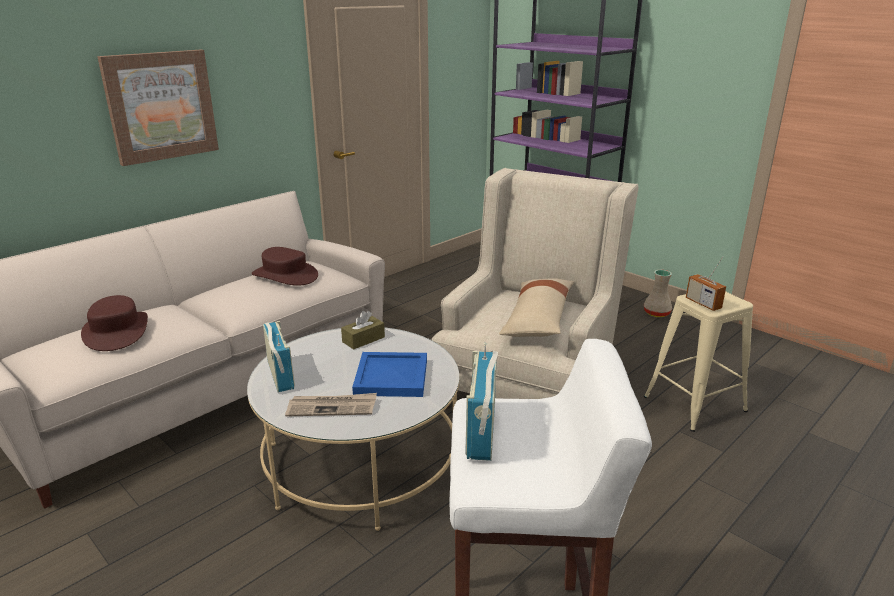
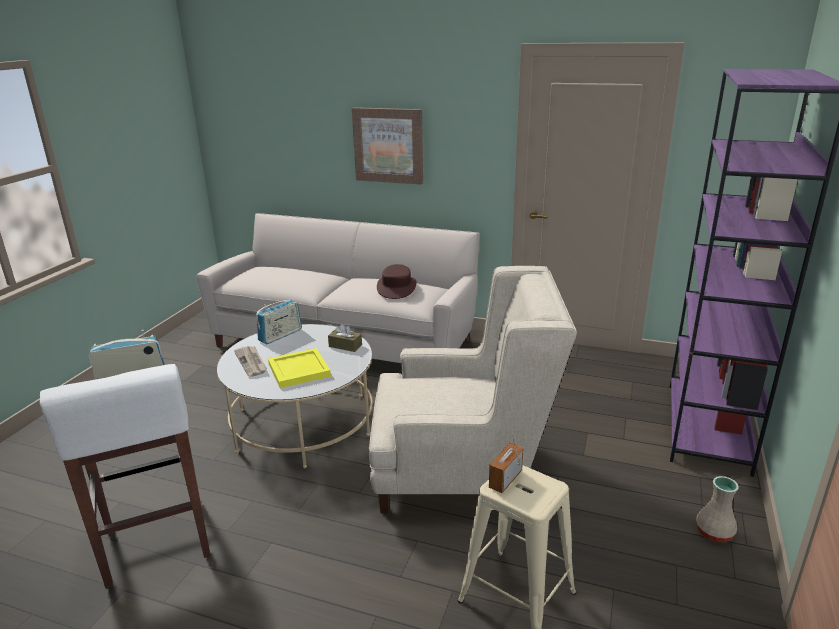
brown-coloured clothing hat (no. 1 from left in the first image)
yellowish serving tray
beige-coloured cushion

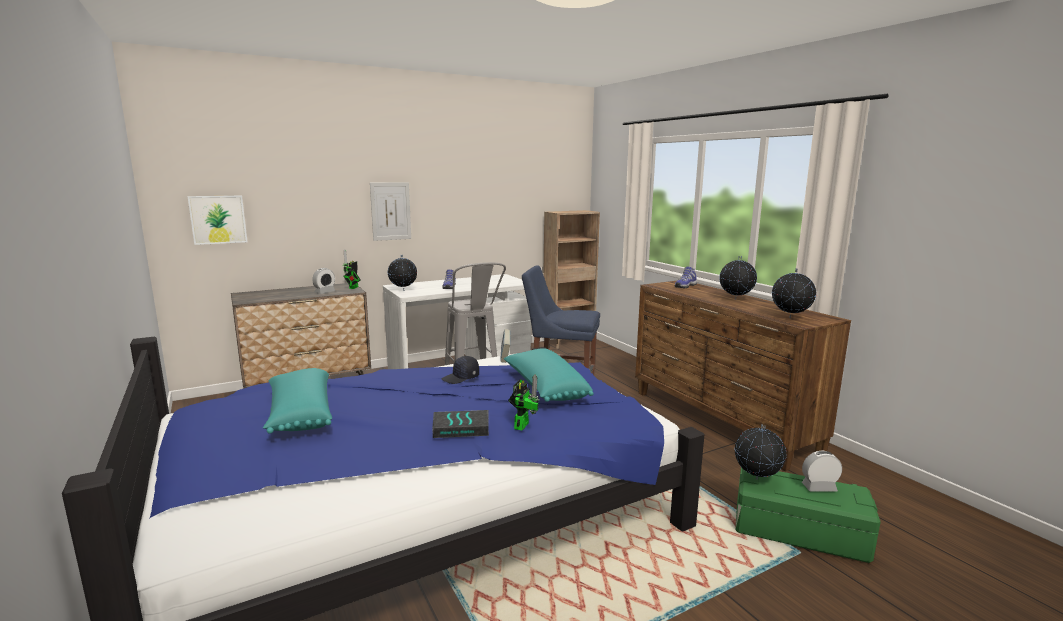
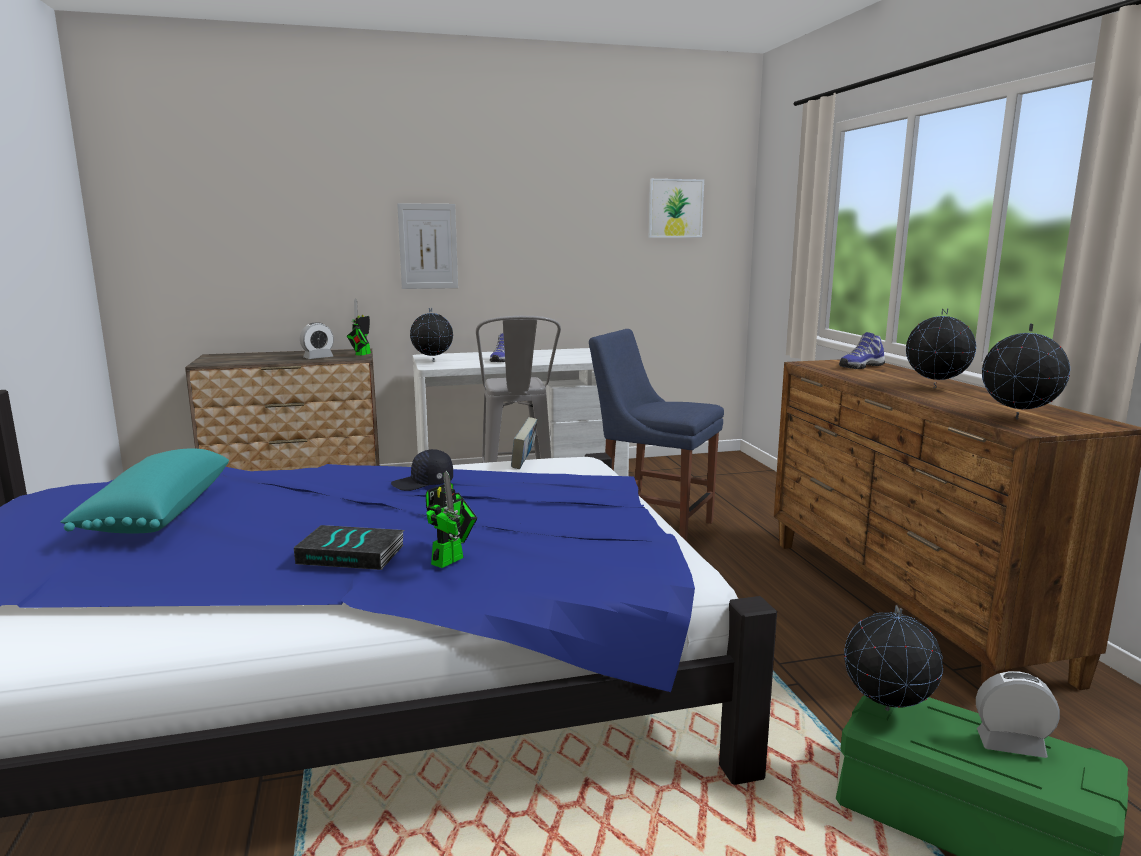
wall picture (no. 2 from left)
blue-green cushion (no. 2 from left in the first image)
brown-coloured bookcase

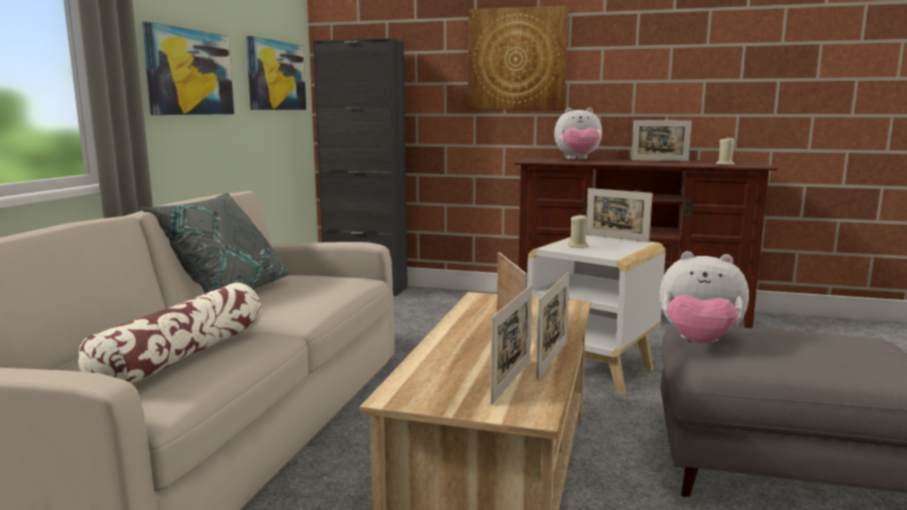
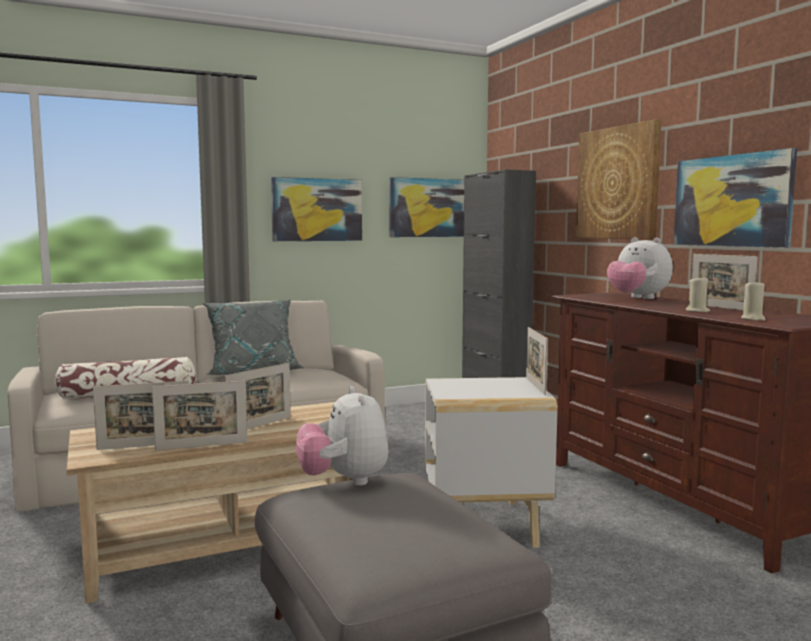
beige-coloured candle (no. 1 from left)
wall picture (no. 4 from left)

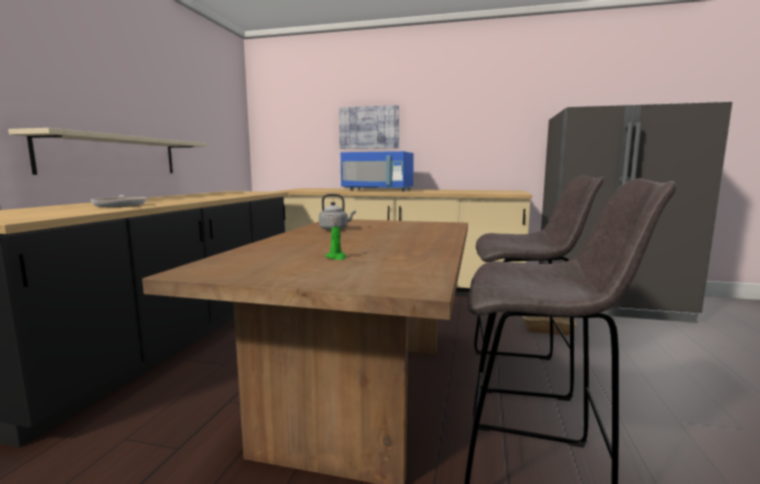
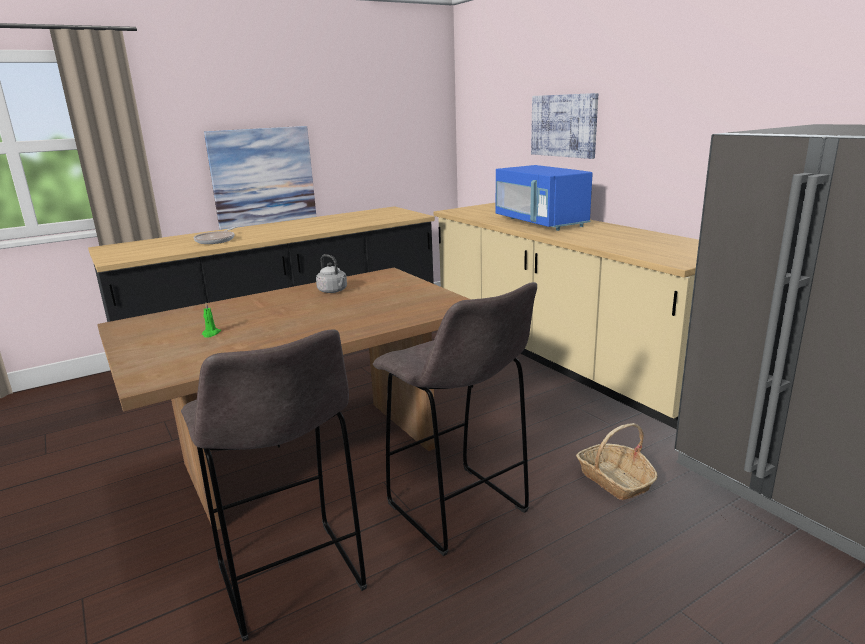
wall picture (no. 1 from left)

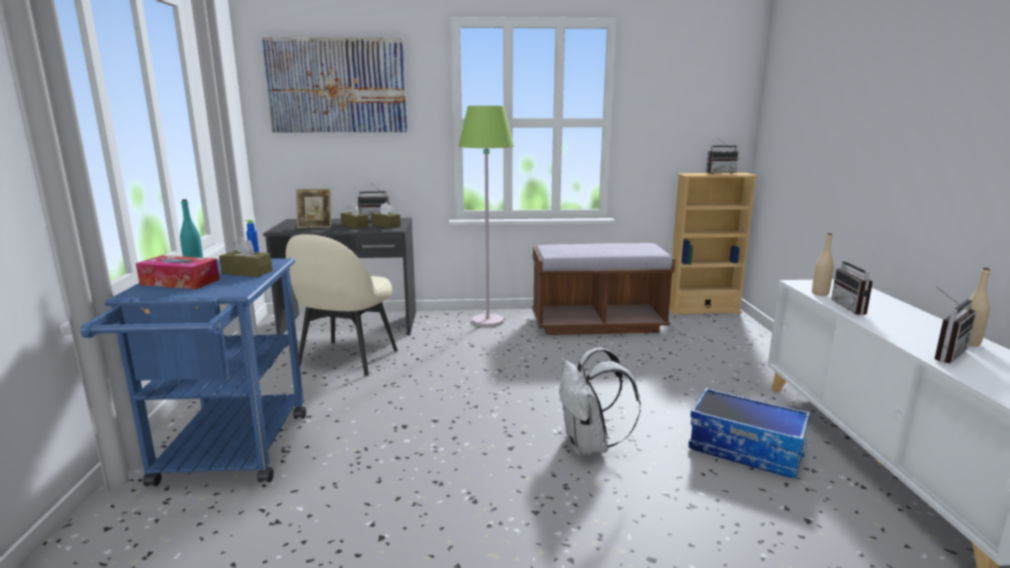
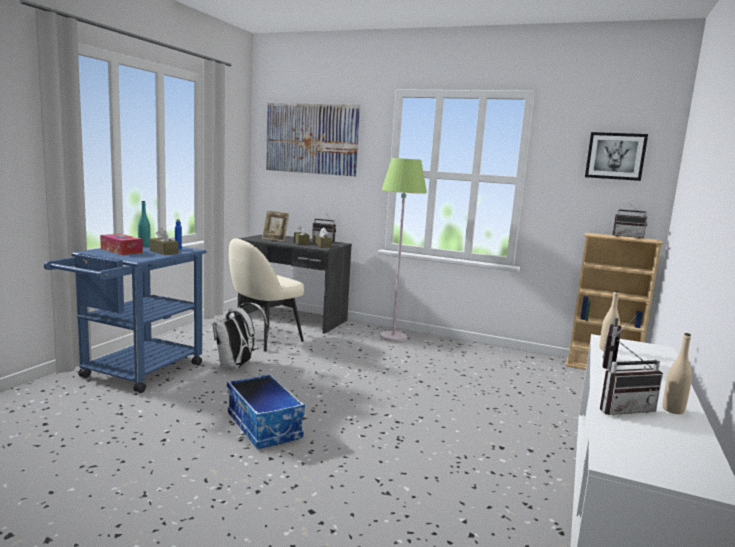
brown-coloured bench
white rucksack
storage container
wall picture (no. 2 from left)

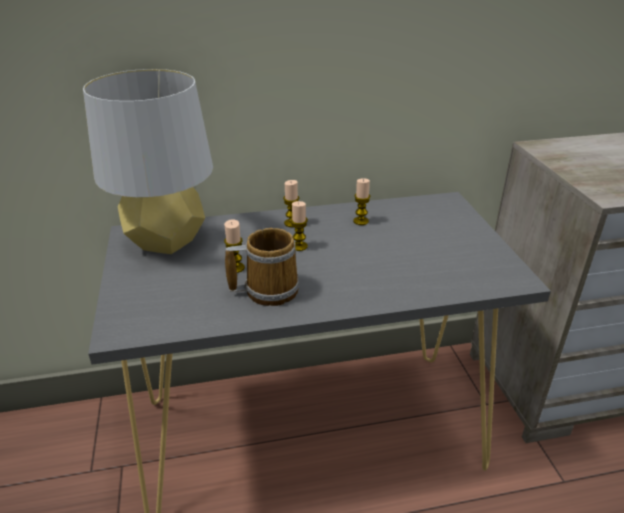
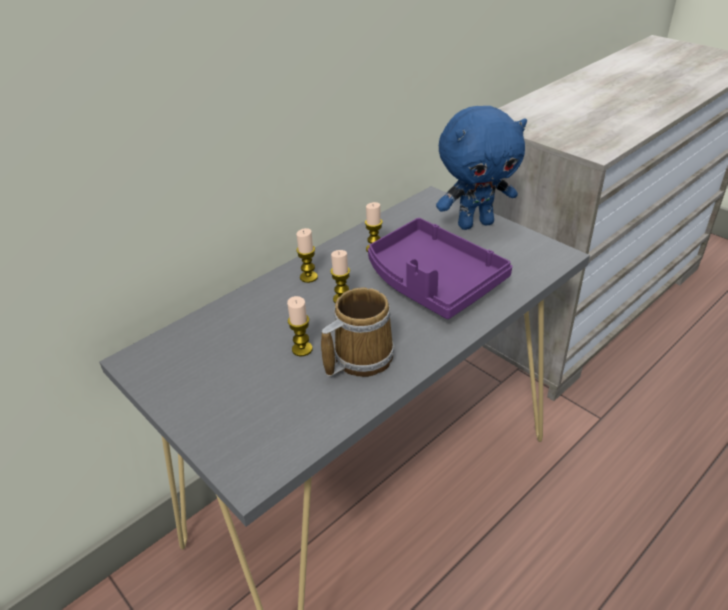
greyish table lamp
purple-coloured serving tray
blue-coloured cuddly toy

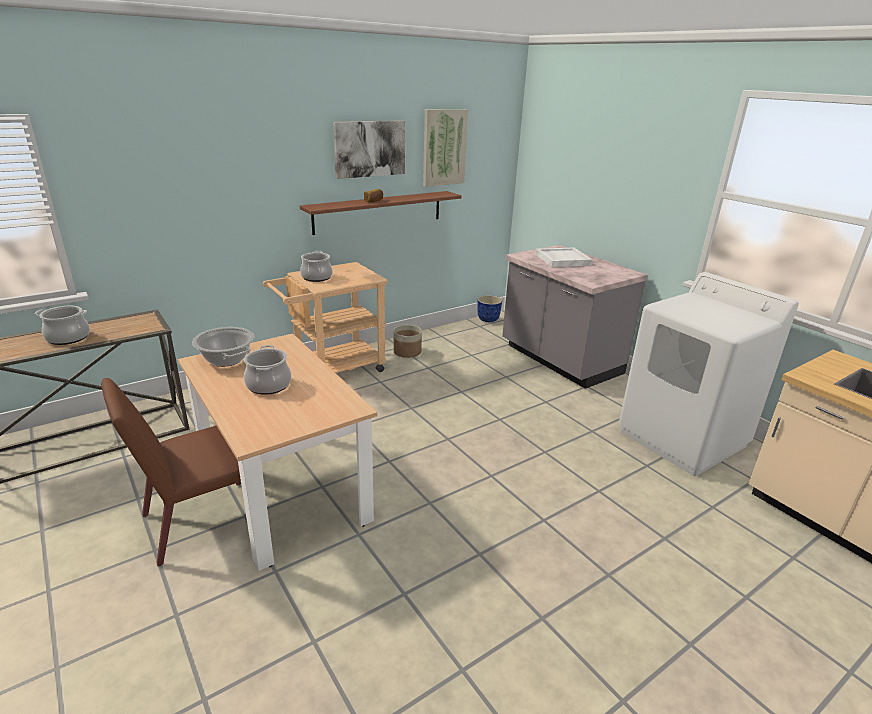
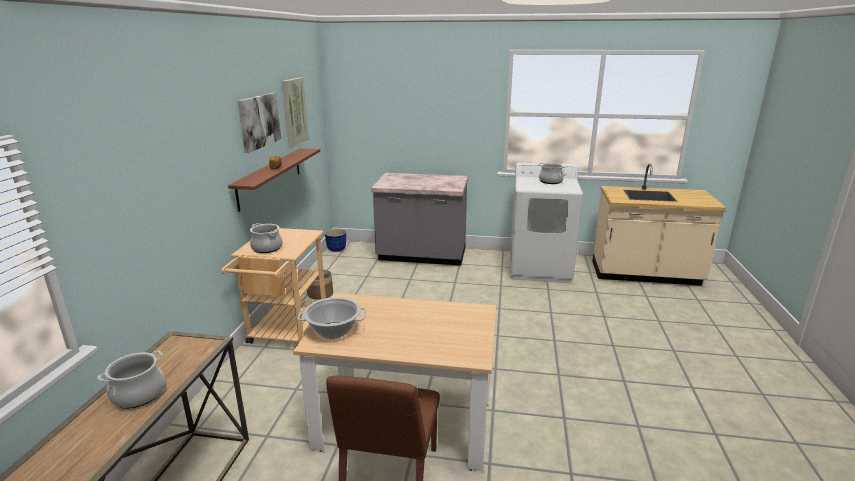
cooking pot (no. 4 from left)
white serving tray

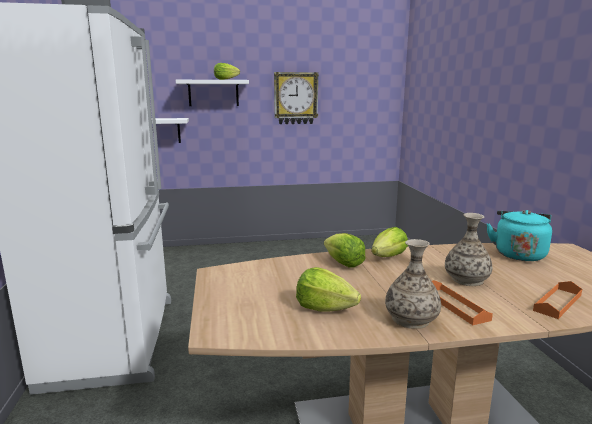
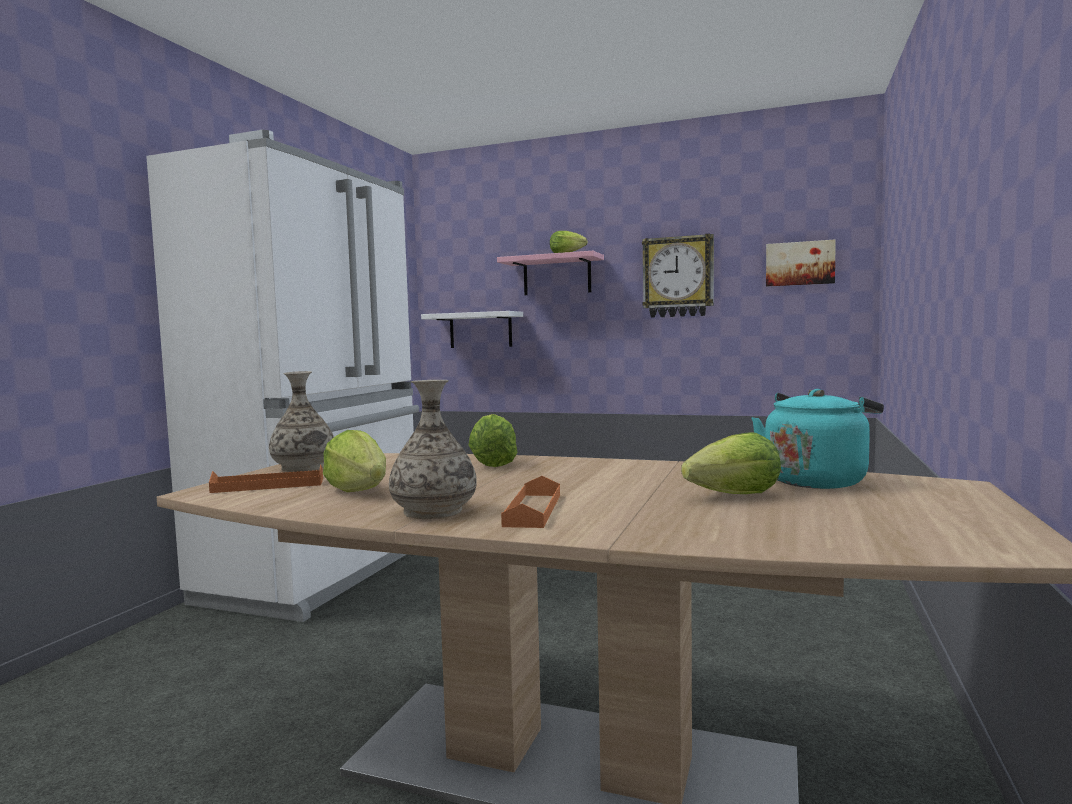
pinkish bracket shelf
lettuce head (no. 4 from left)
flower vase (no. 1 from left)
orange serving tray (no. 1 from left)
wall picture

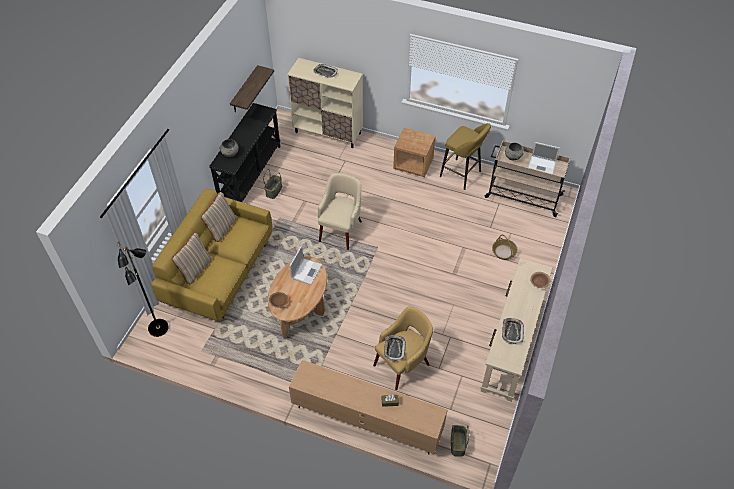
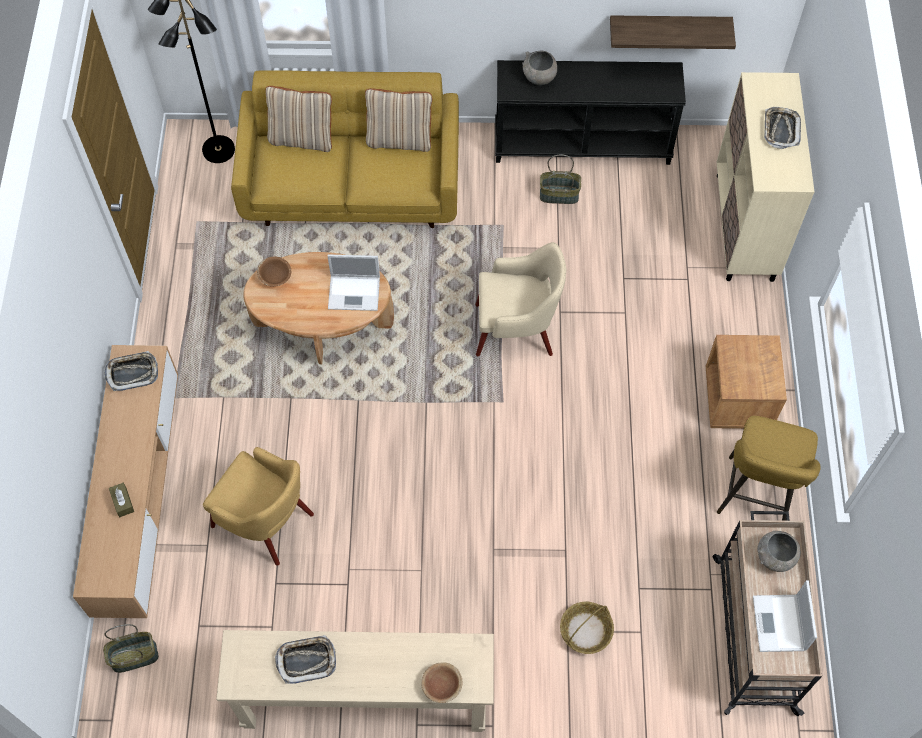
serving tray (no. 1 from left)

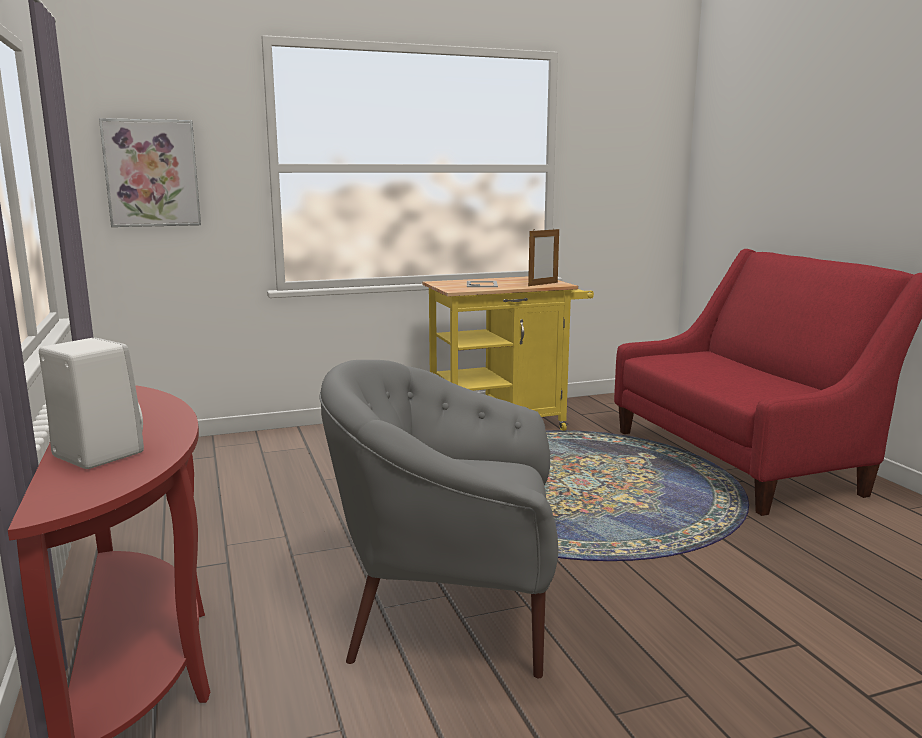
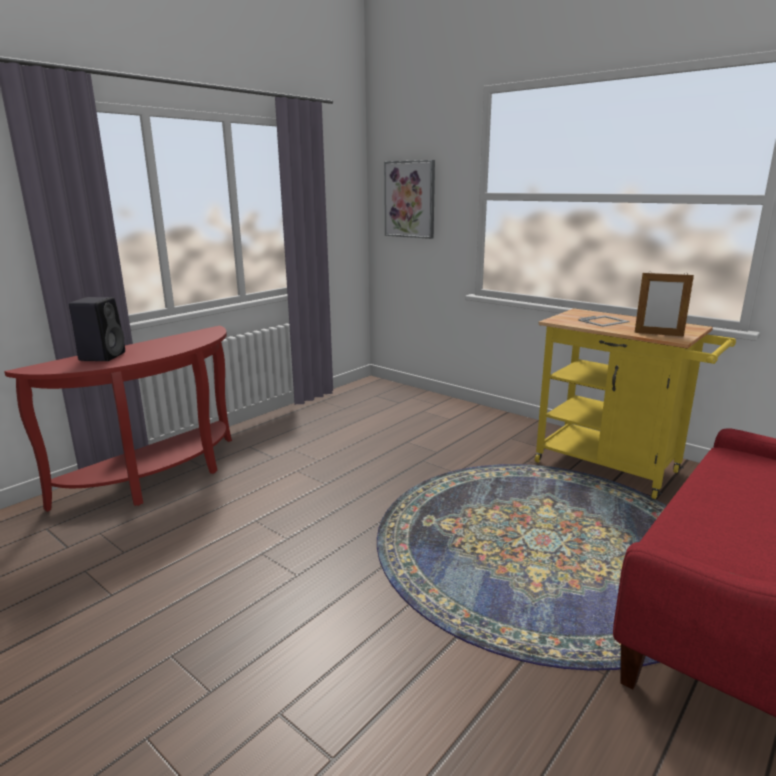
black-coloured loudspeaker
greyish armchair

